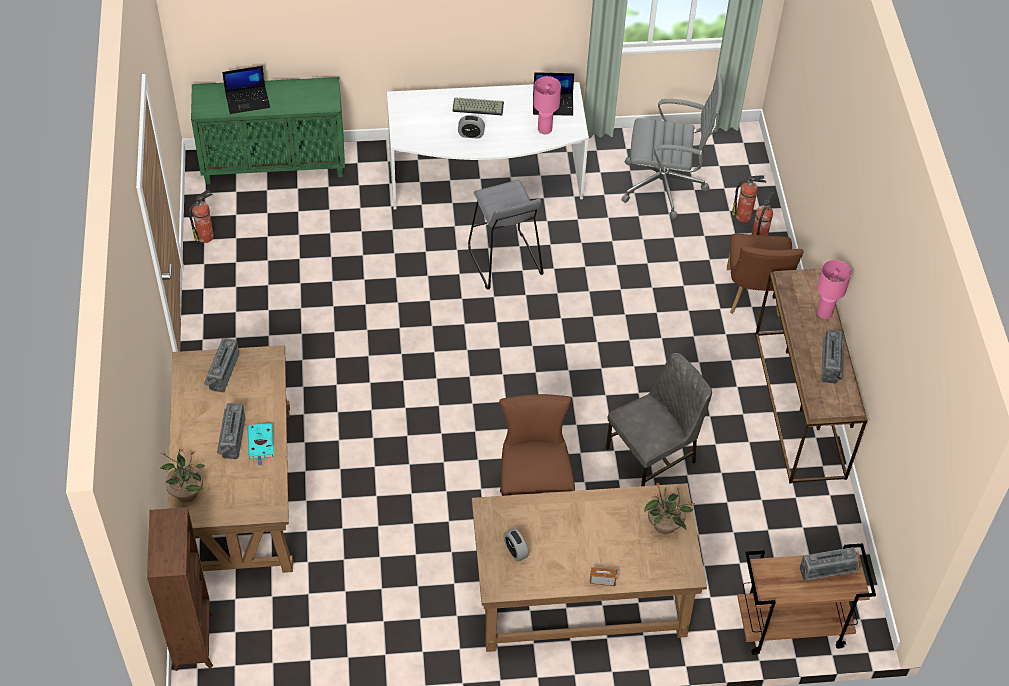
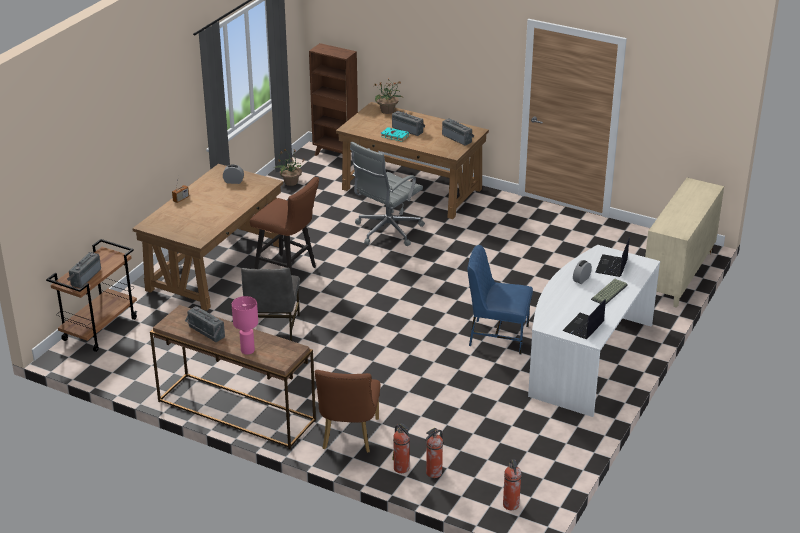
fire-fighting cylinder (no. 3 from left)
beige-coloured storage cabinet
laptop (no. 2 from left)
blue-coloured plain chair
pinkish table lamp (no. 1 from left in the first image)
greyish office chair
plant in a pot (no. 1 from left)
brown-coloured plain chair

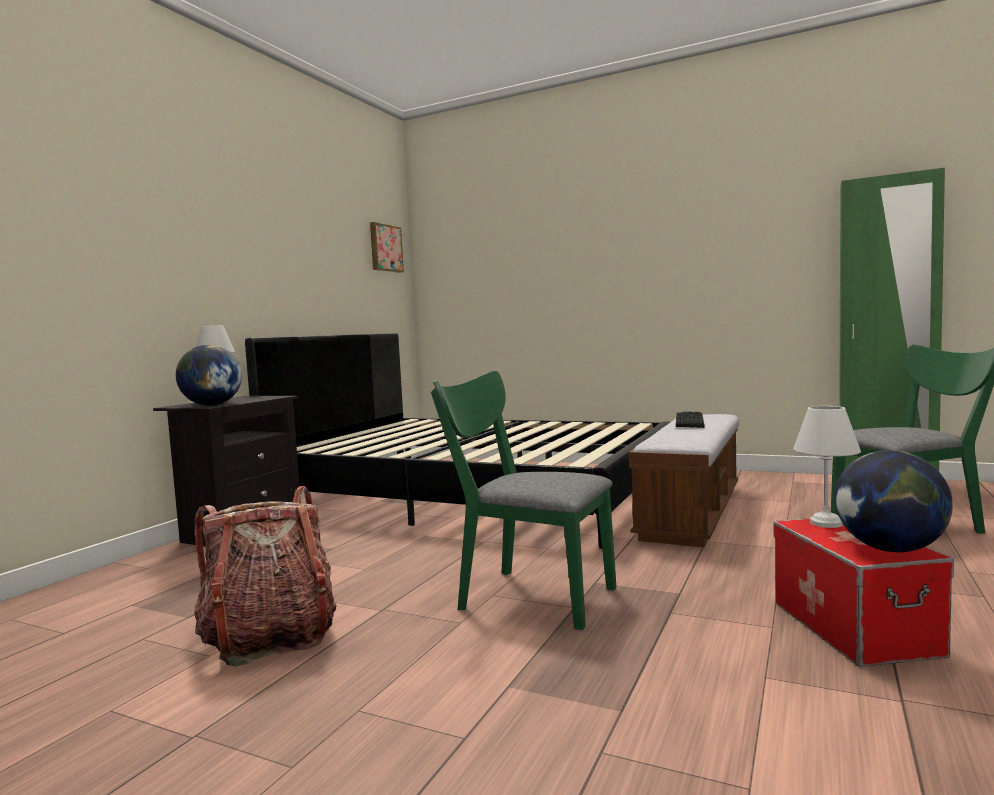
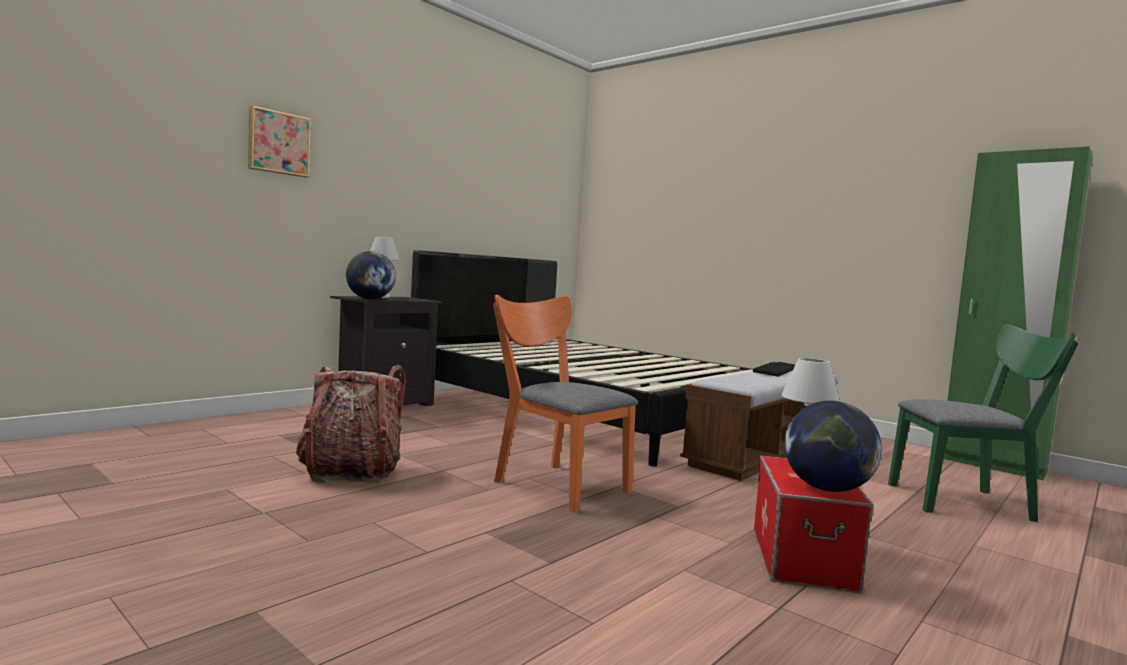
wall picture
orange plain chair

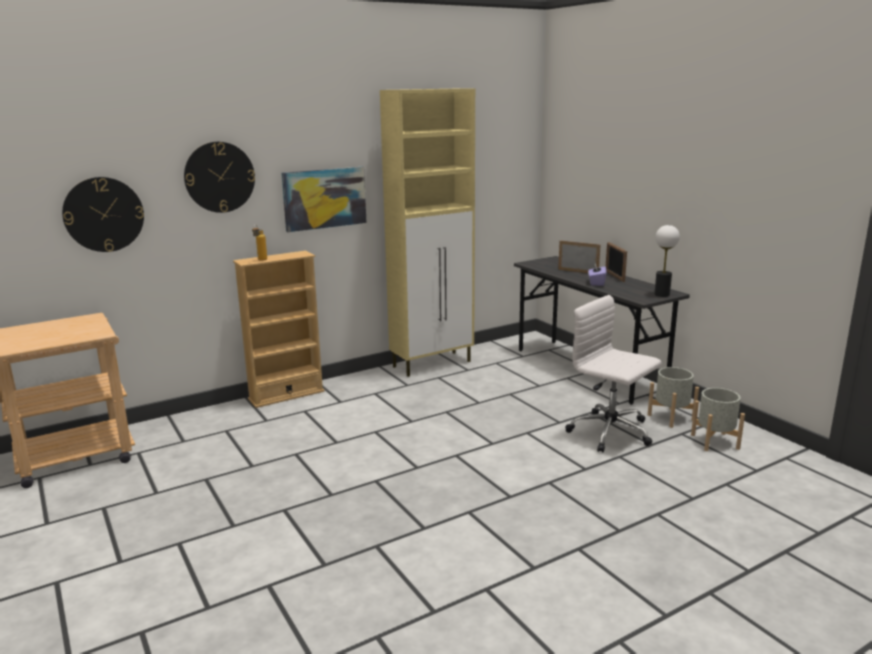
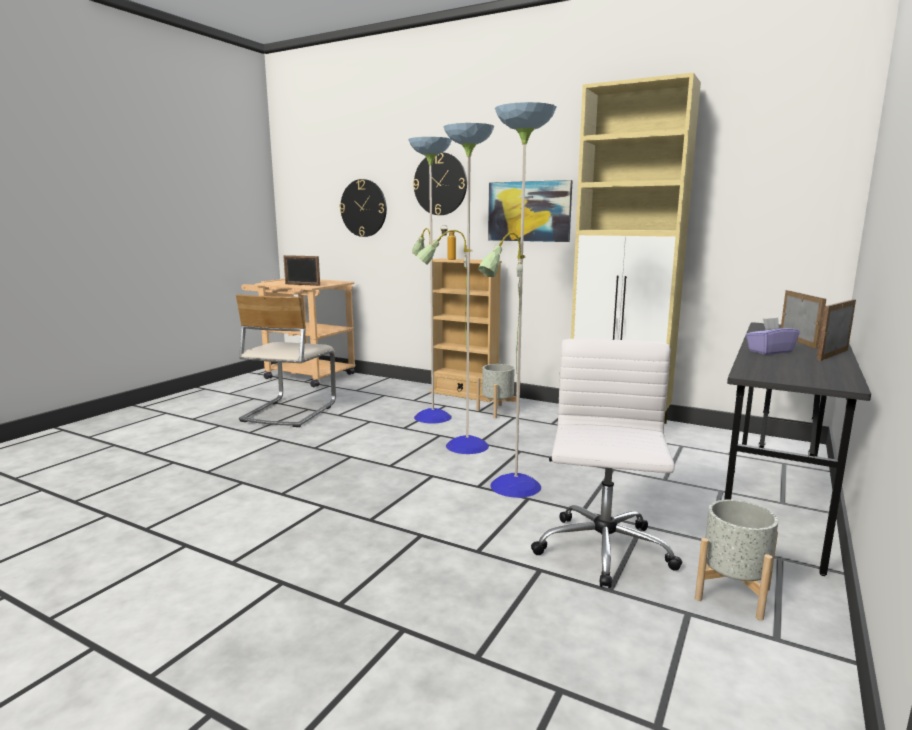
table lamp
greyish flower pot (no. 1 from left)
beige-coloured plain chair
photo frame (no. 1 from left)
standard lamp

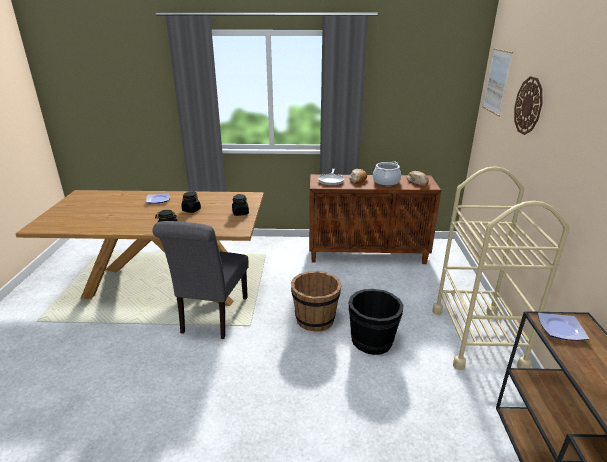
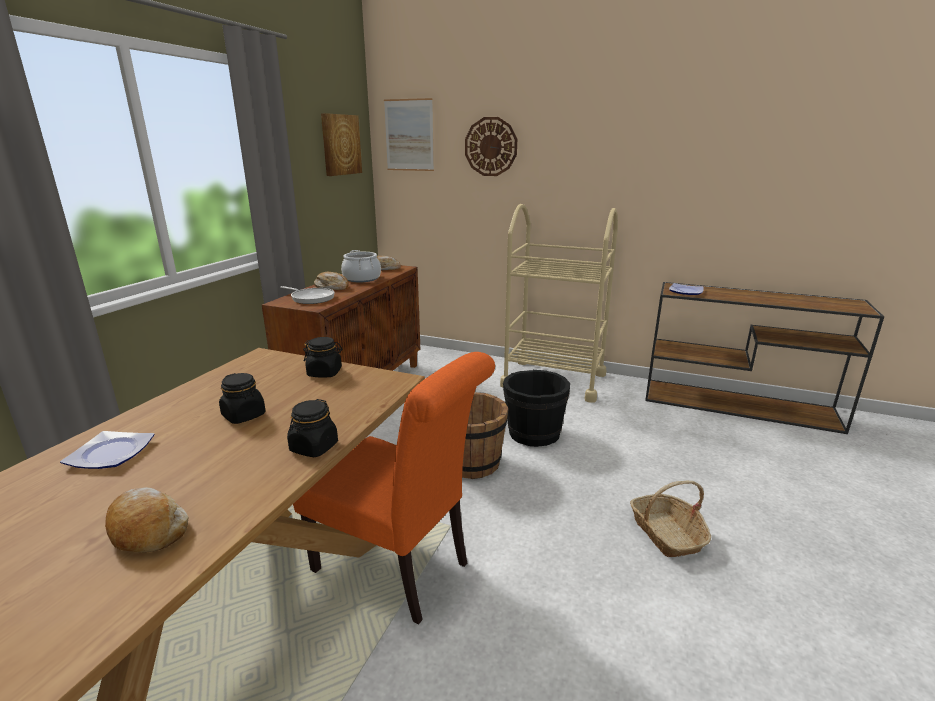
orange plain chair
bakery bread (no. 1 from left)
wall picture (no. 1 from left)
storage basket

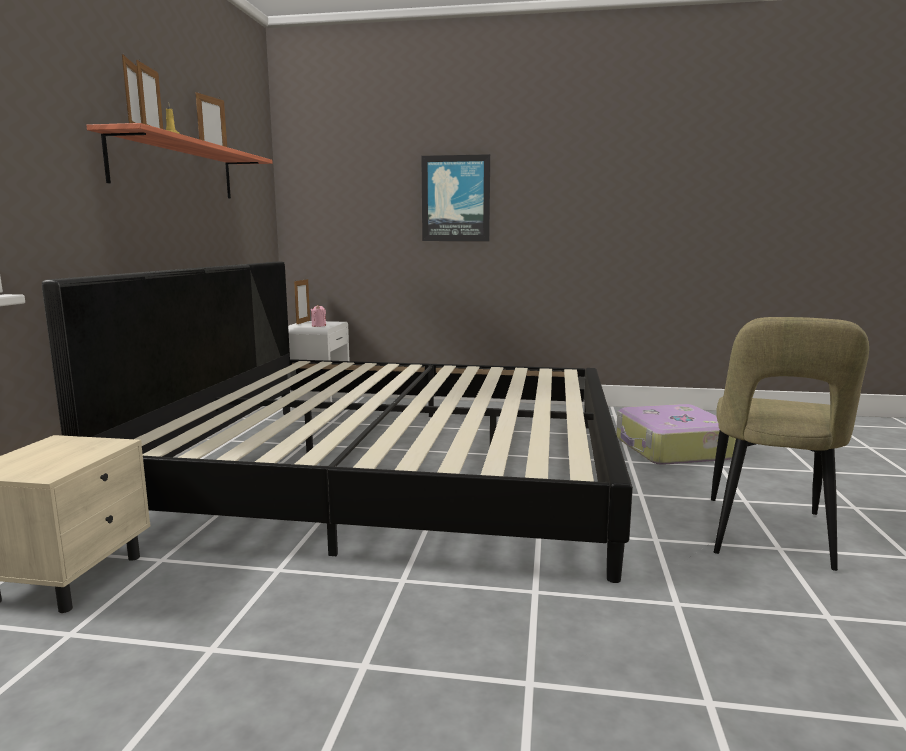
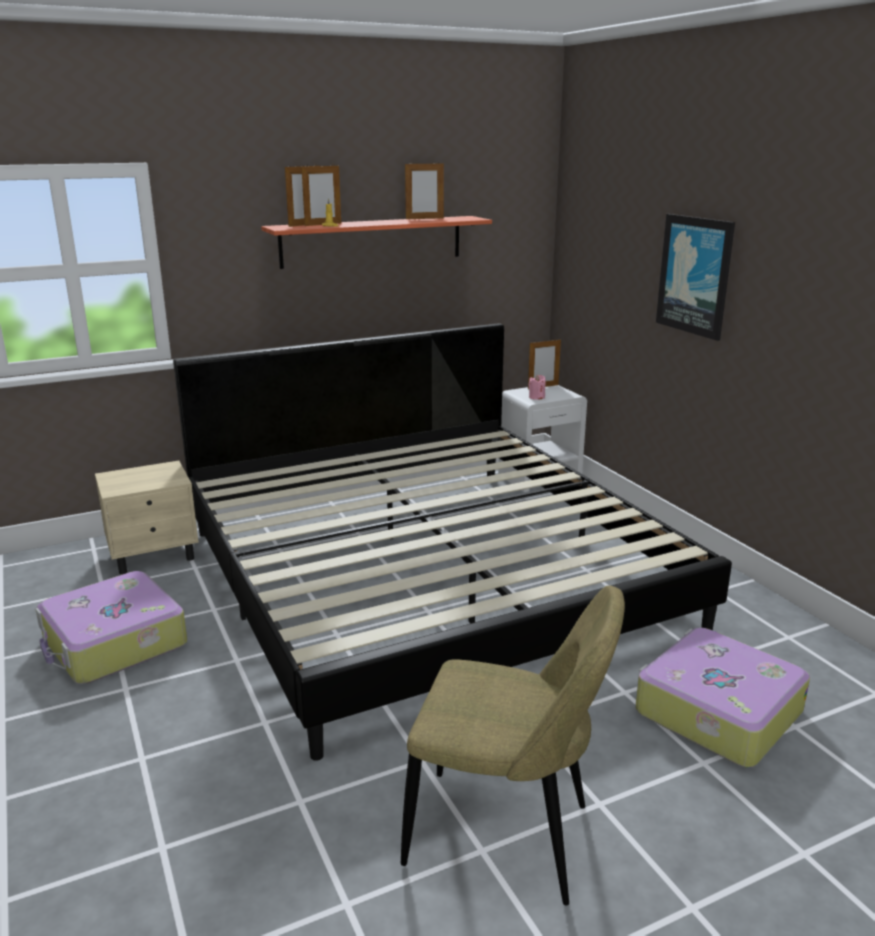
beige-coloured plain chair
piece of luggage (no. 1 from left)

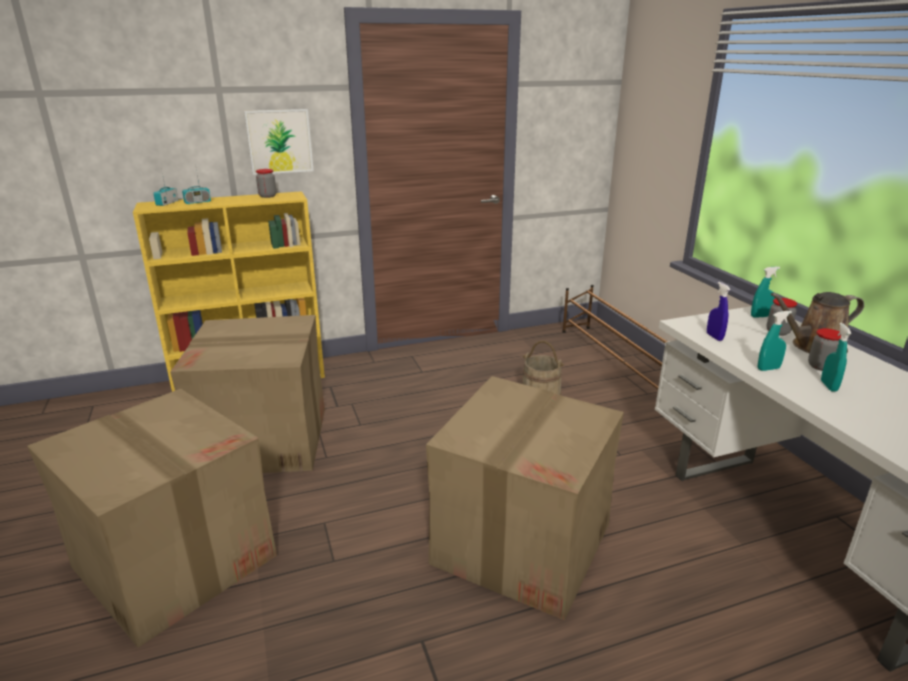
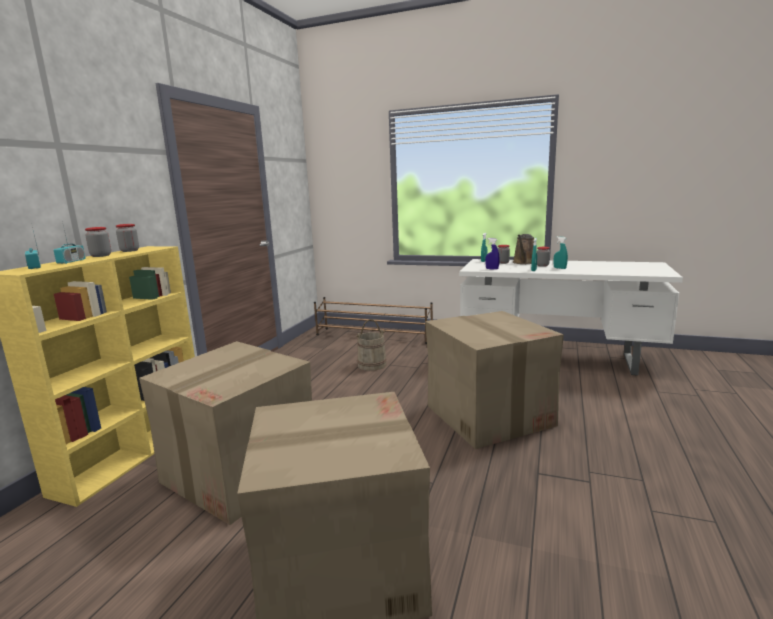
wall picture
jar (no. 1 from left)

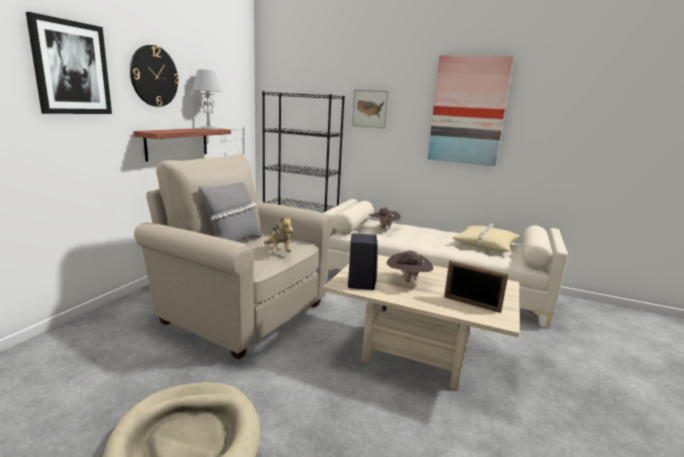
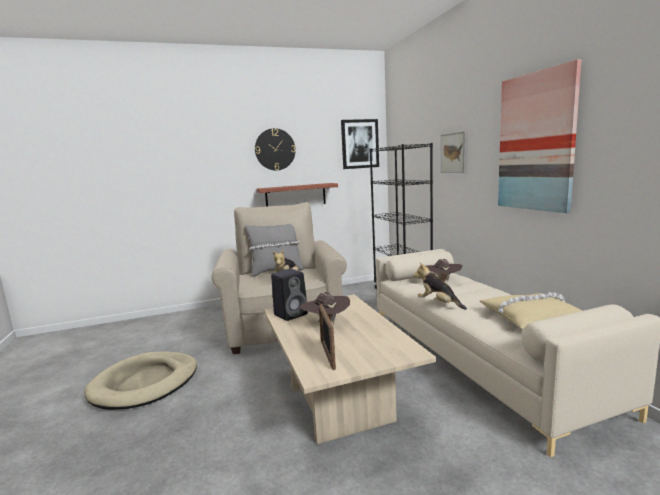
wall picture (no. 1 from left)
greyish table lamp
cuddly toy (no. 2 from left)

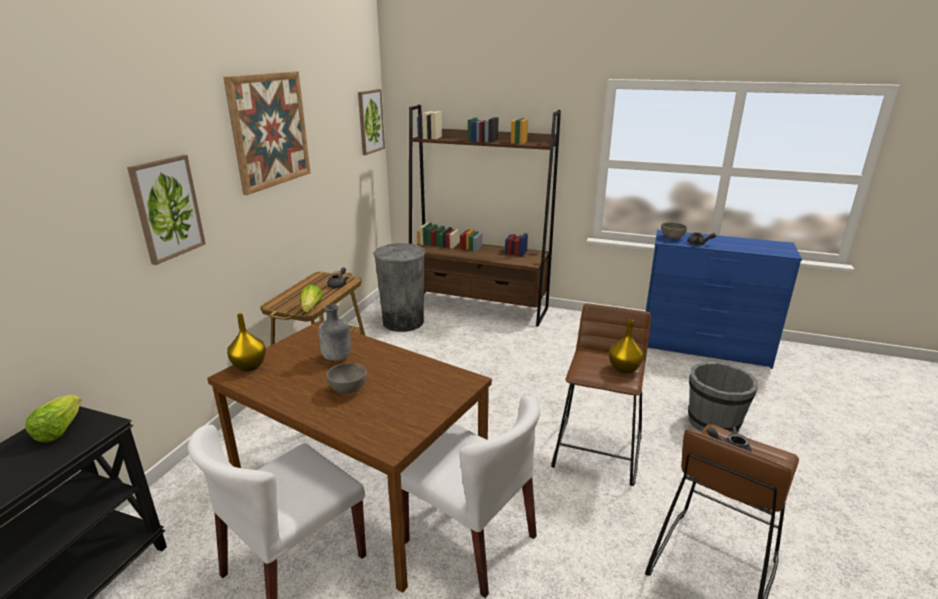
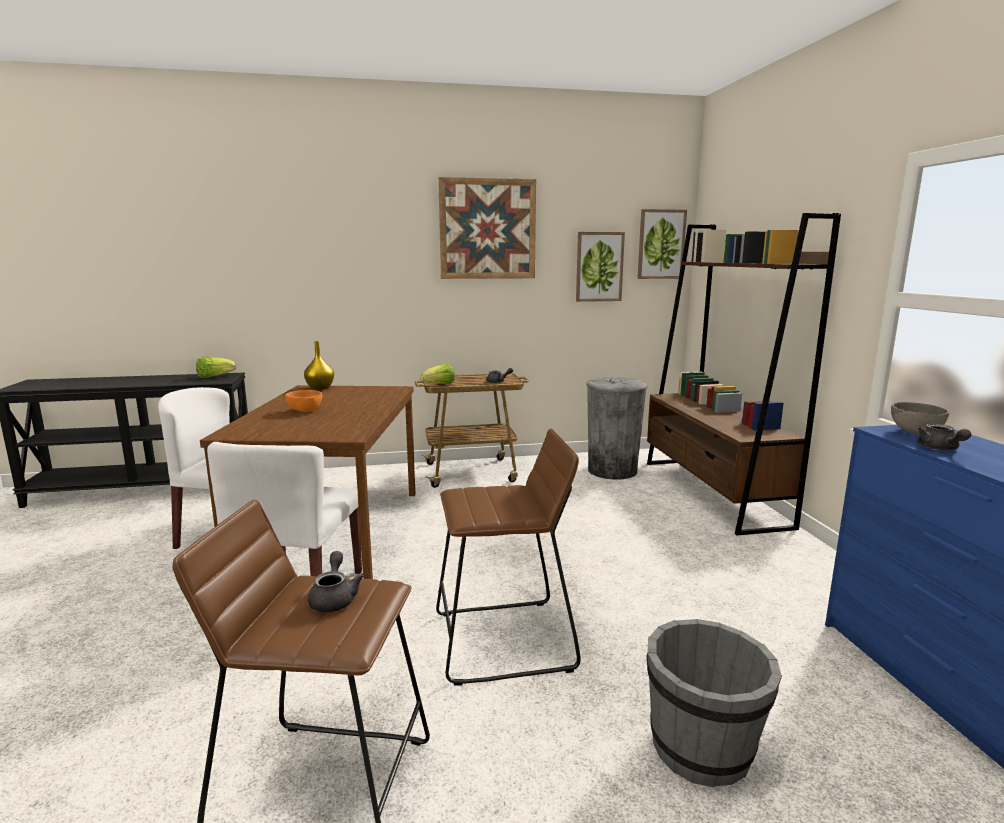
wall picture (no. 2 from left)
greyish drink bottle
orange serving bowl
yellowish flower vase (no. 2 from left in the first image)

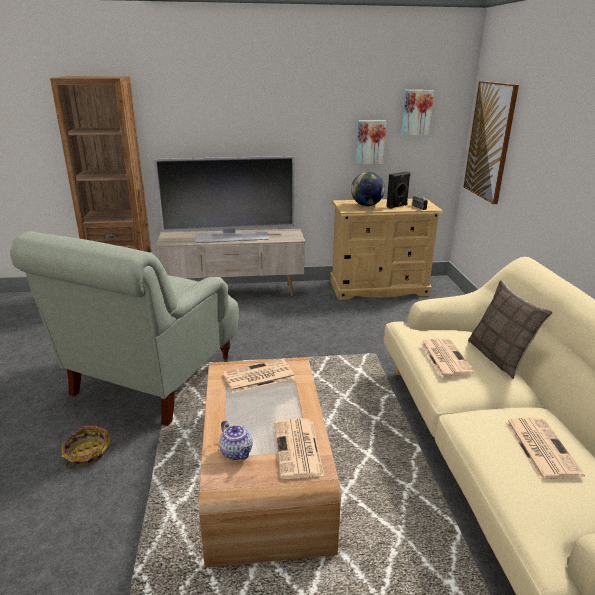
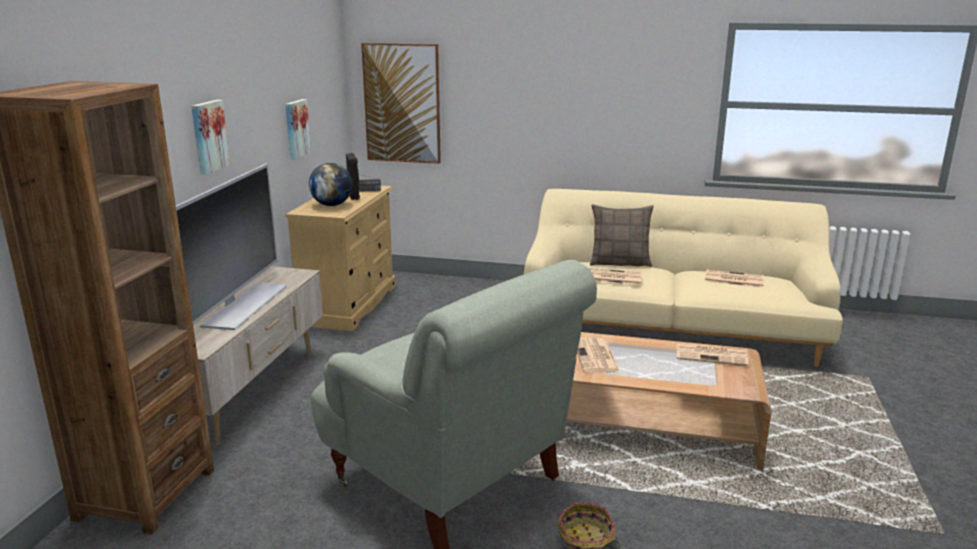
pot for tea
wall picture (no. 1 from left)

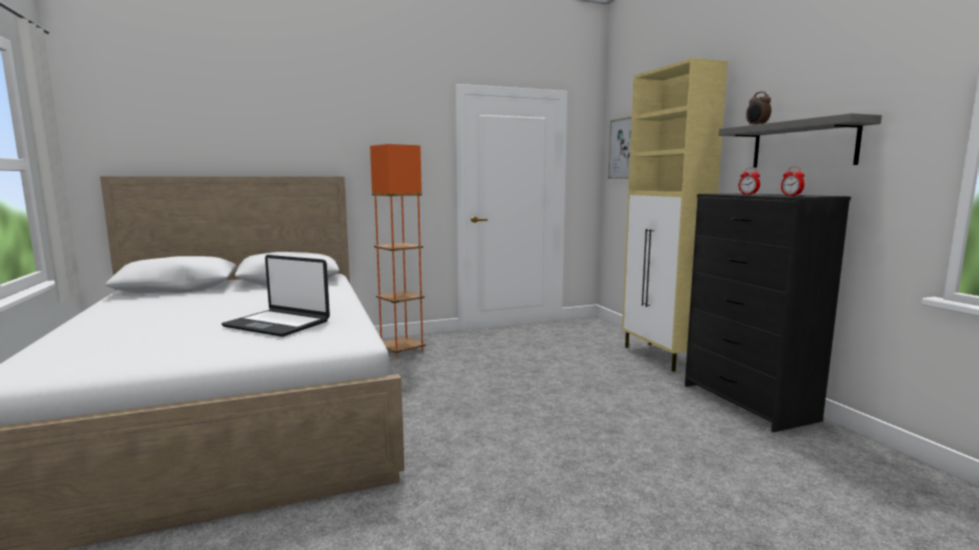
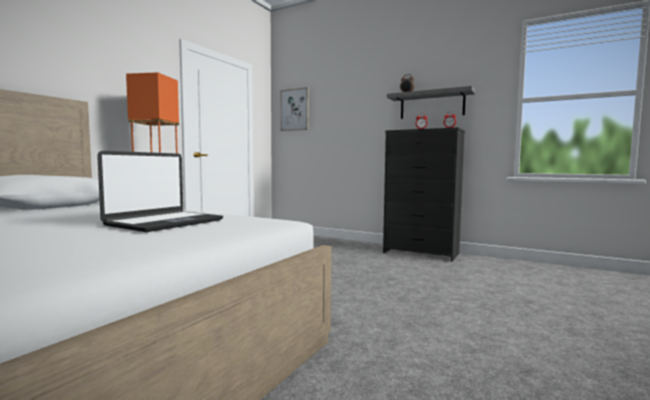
laptop
beige-coloured storage cabinet

